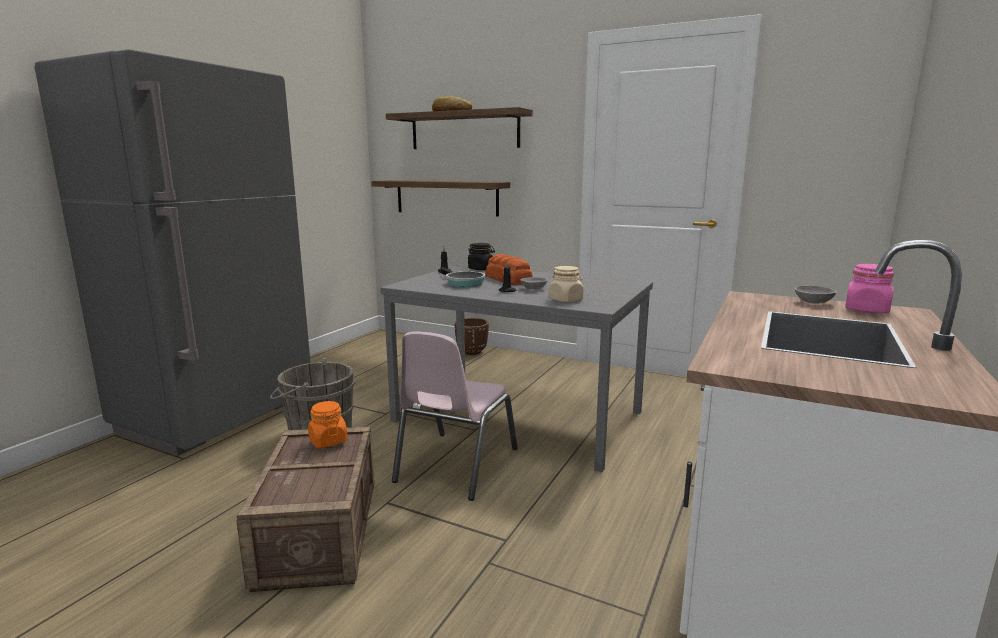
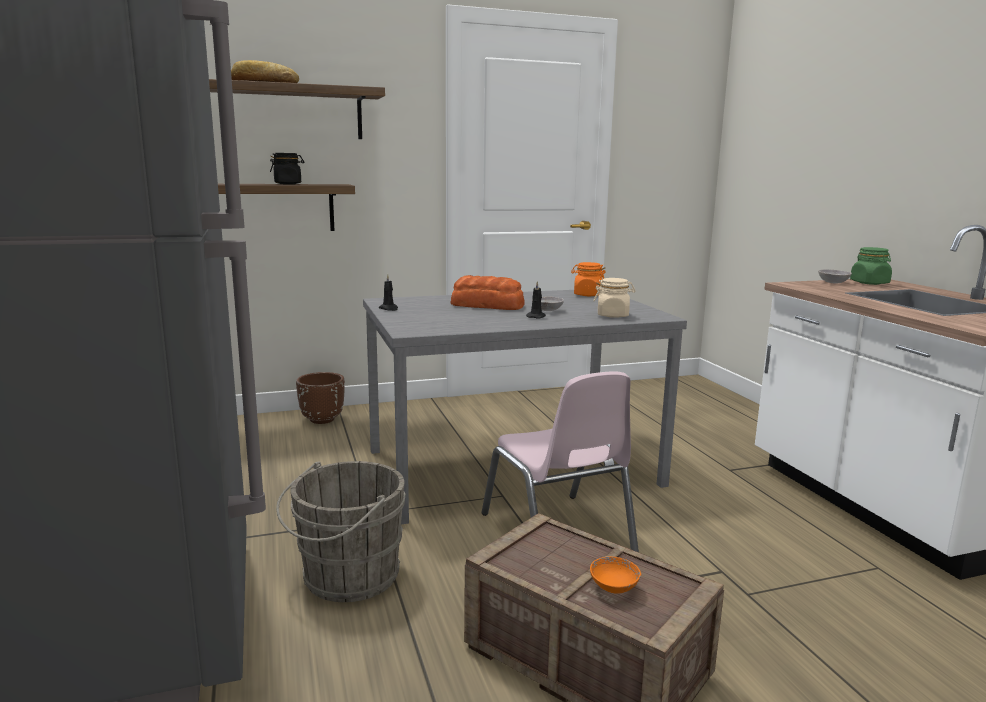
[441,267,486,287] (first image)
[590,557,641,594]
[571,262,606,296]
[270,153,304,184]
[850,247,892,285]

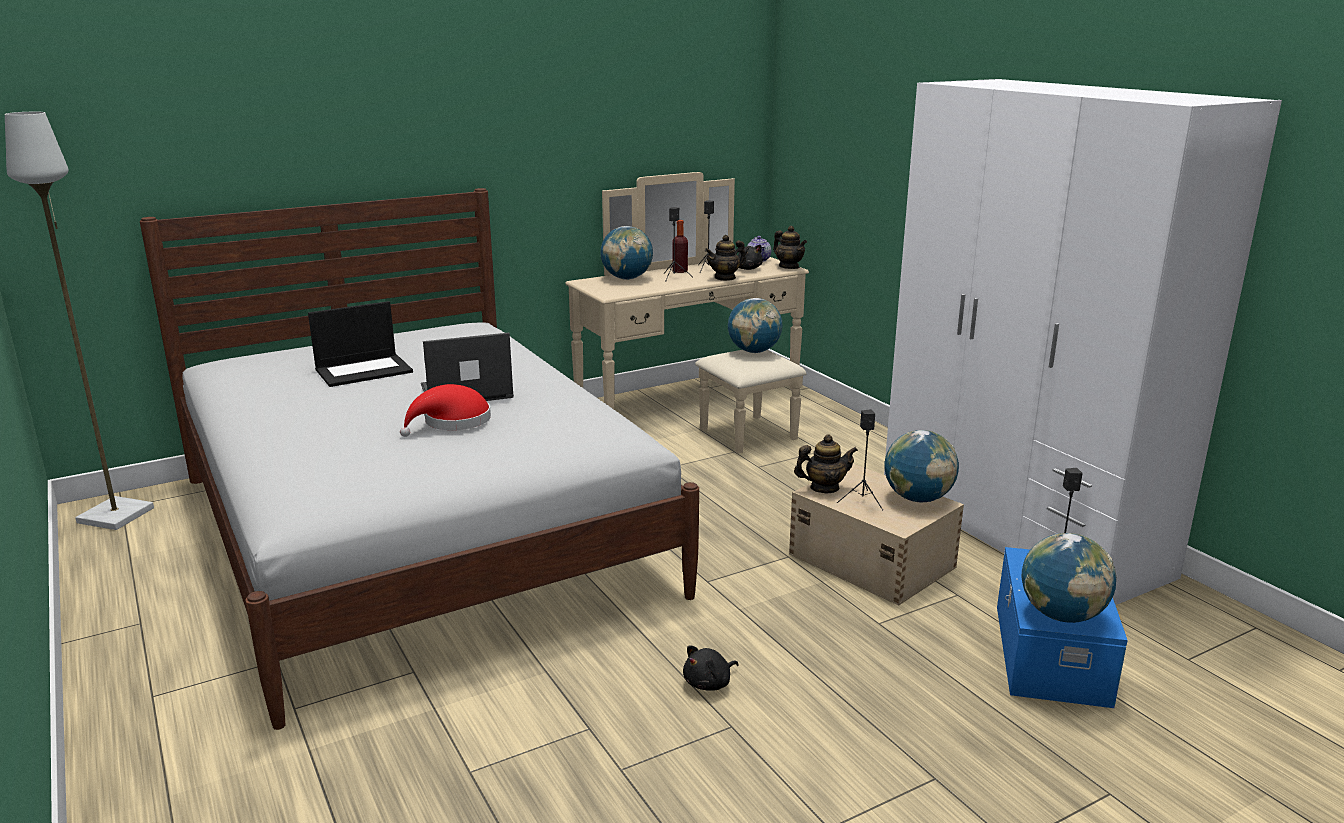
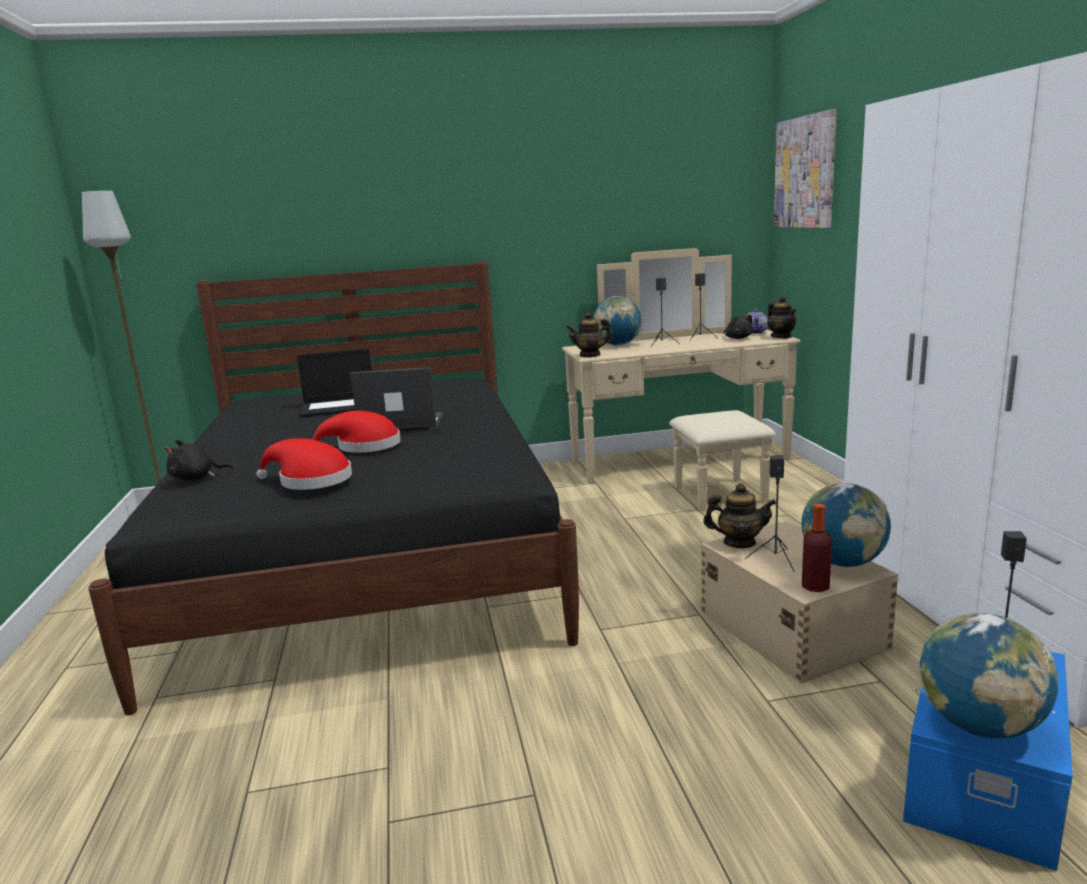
[728,298,783,353] (first image)
[256,438,352,490]
[774,109,837,228]
[802,503,832,592]
[164,440,234,481]
[566,312,613,357]
[88,261,579,715]

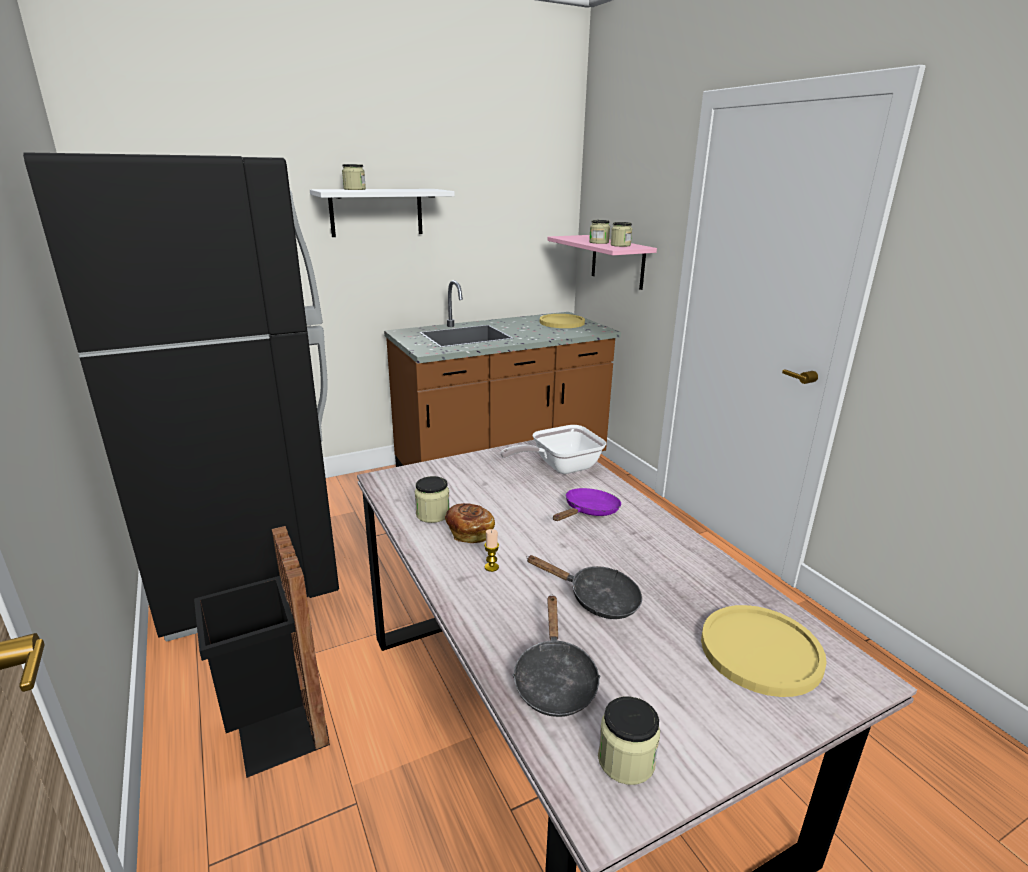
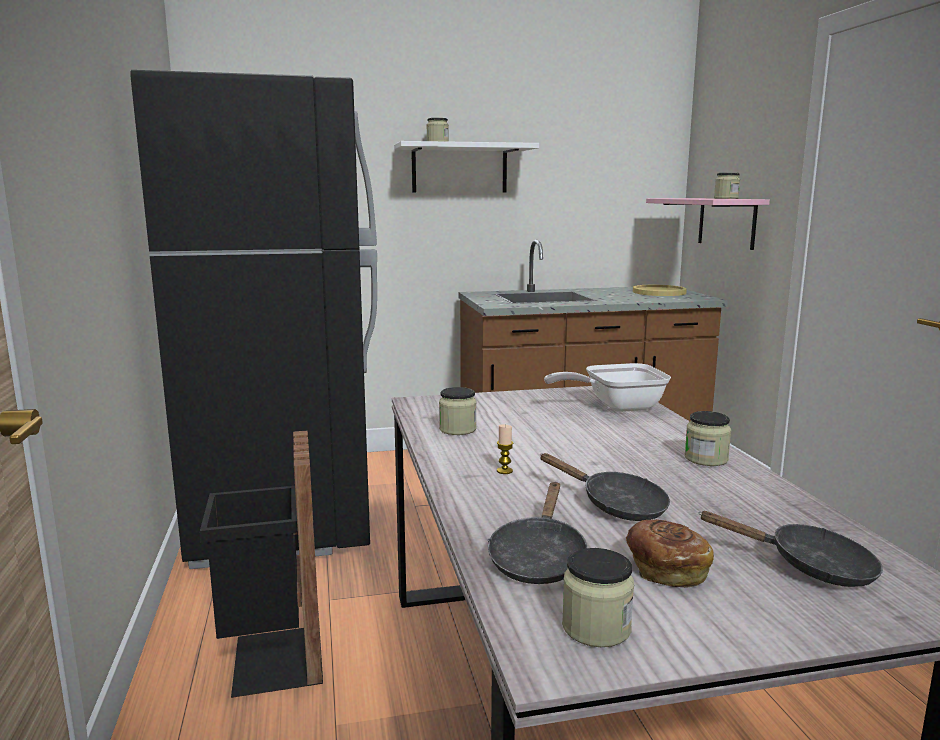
[553,488,621,521] (first image)
[626,519,714,587]
[685,411,731,466]
[698,511,883,587]

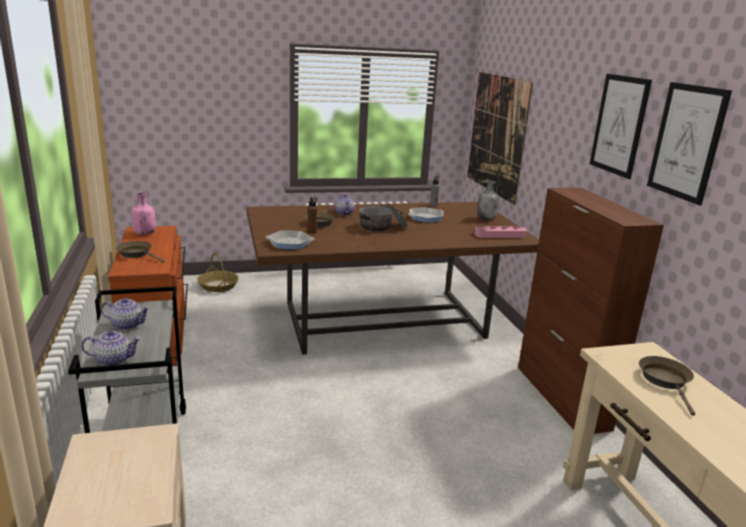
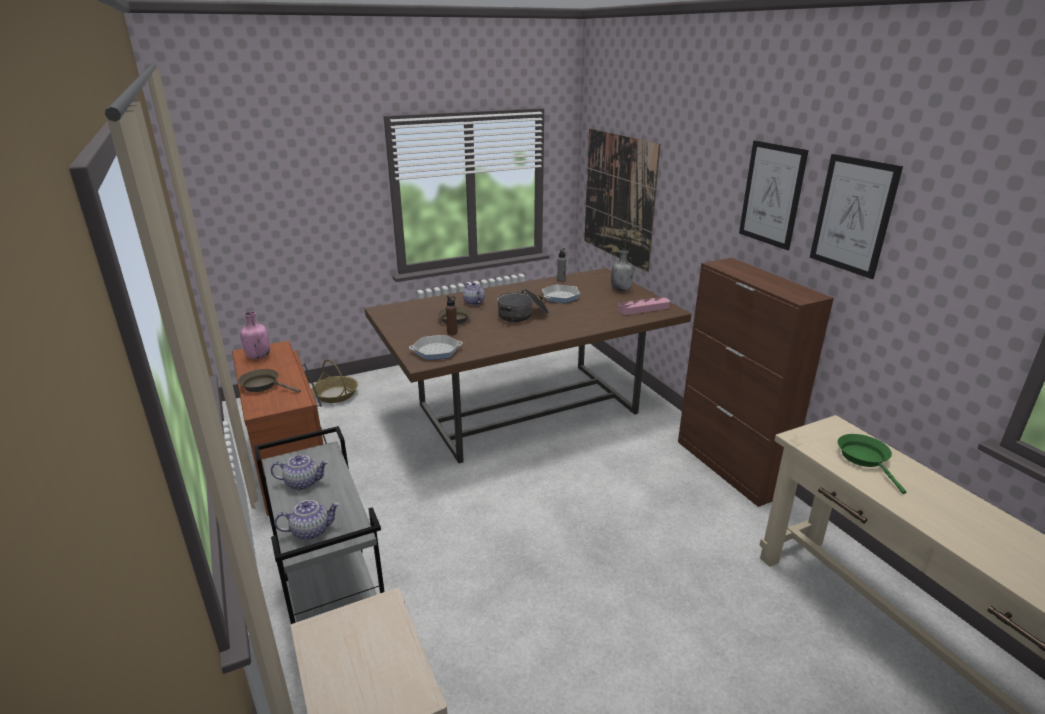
[838,434,906,494]

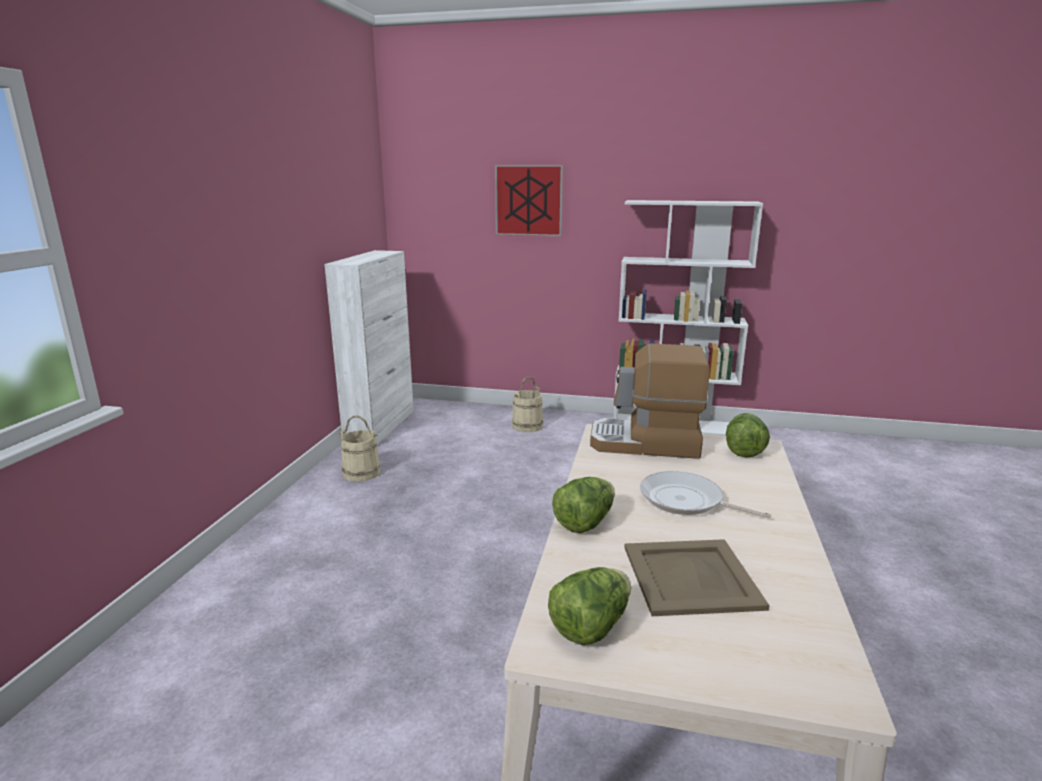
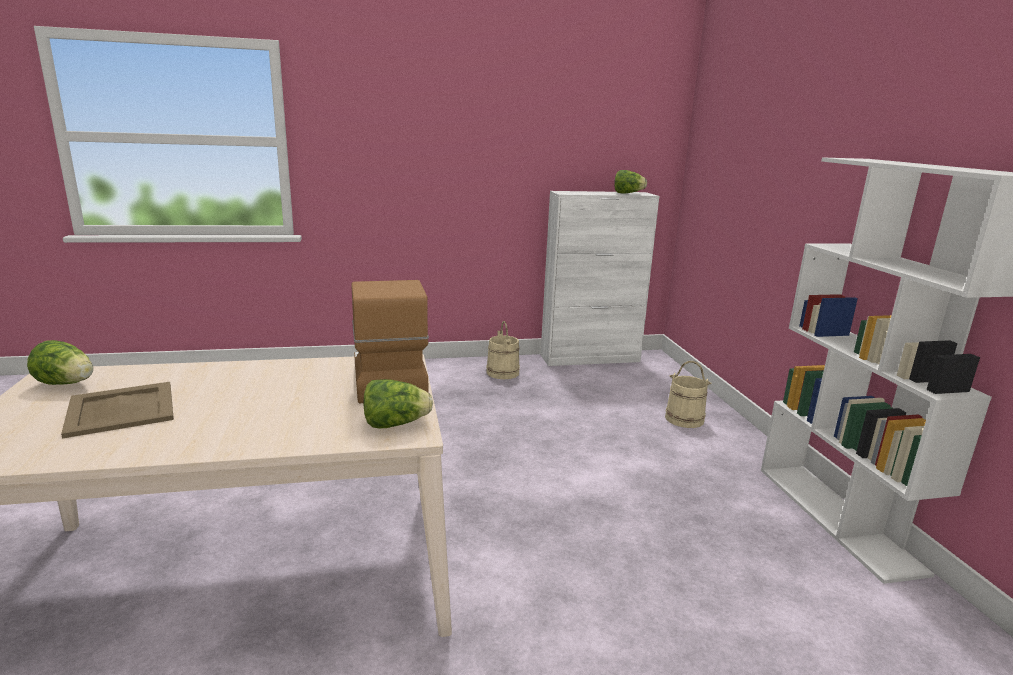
[495,165,563,236] (first image)
[640,471,771,518] (first image)
[614,170,647,194]

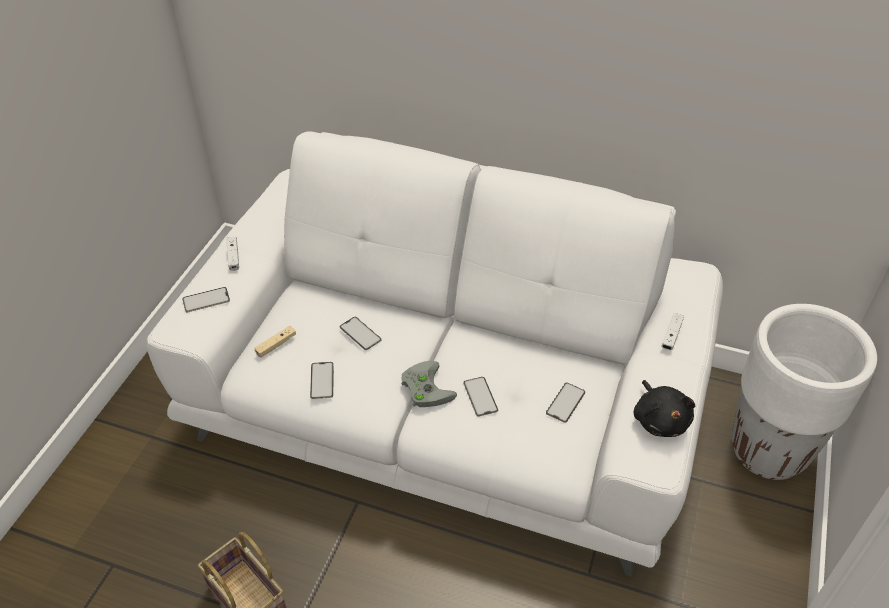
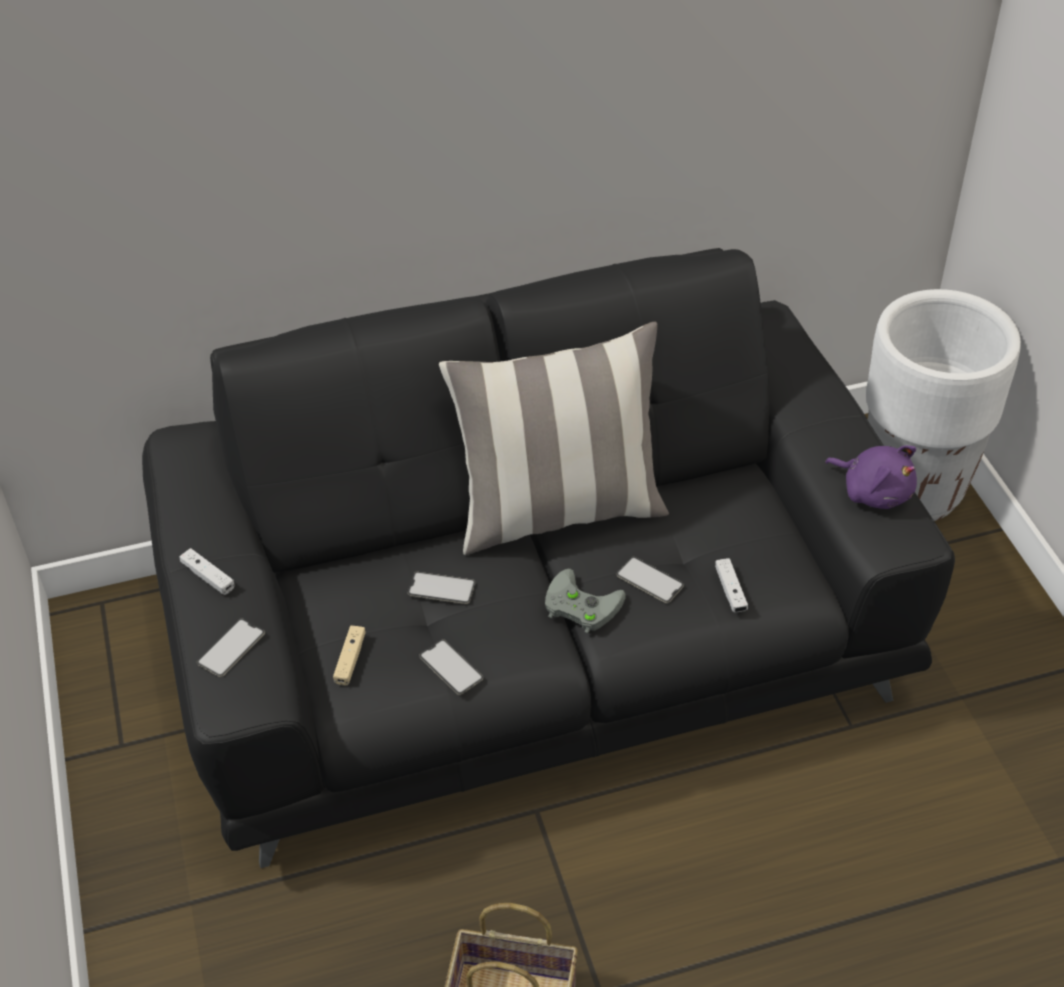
[546,383,585,423] (first image)
[439,322,669,555]
[715,558,748,612]
[142,248,955,868]
[825,445,917,509]

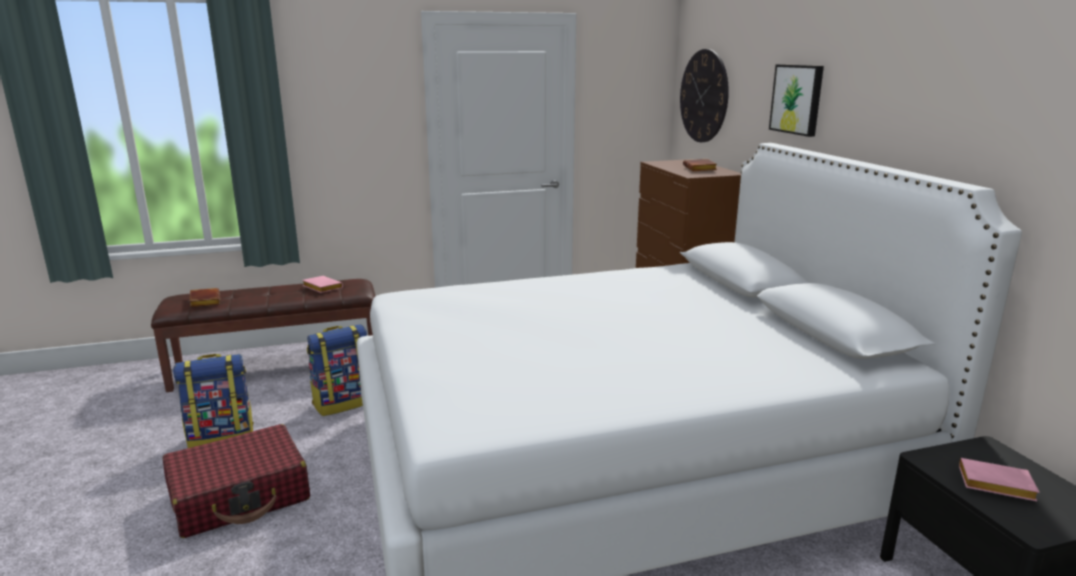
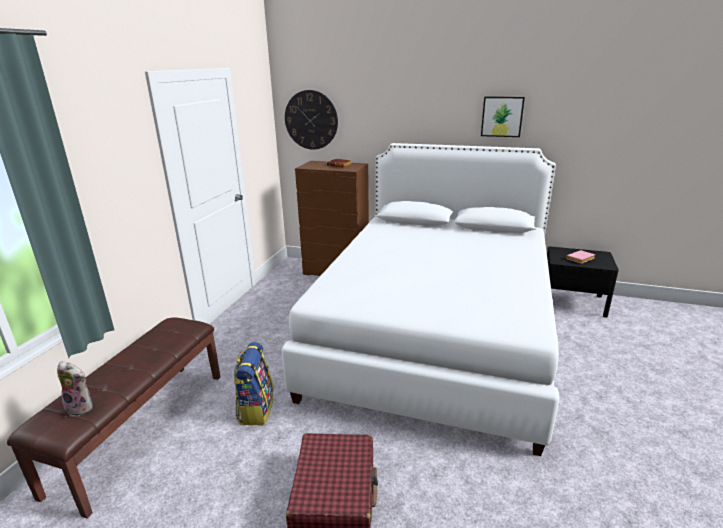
[173,354,254,448] (first image)
[302,276,343,293] (first image)
[481,96,525,137]
[57,361,92,416]

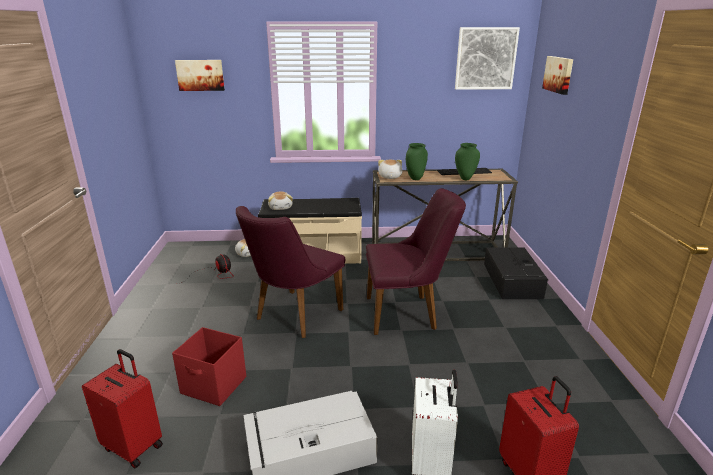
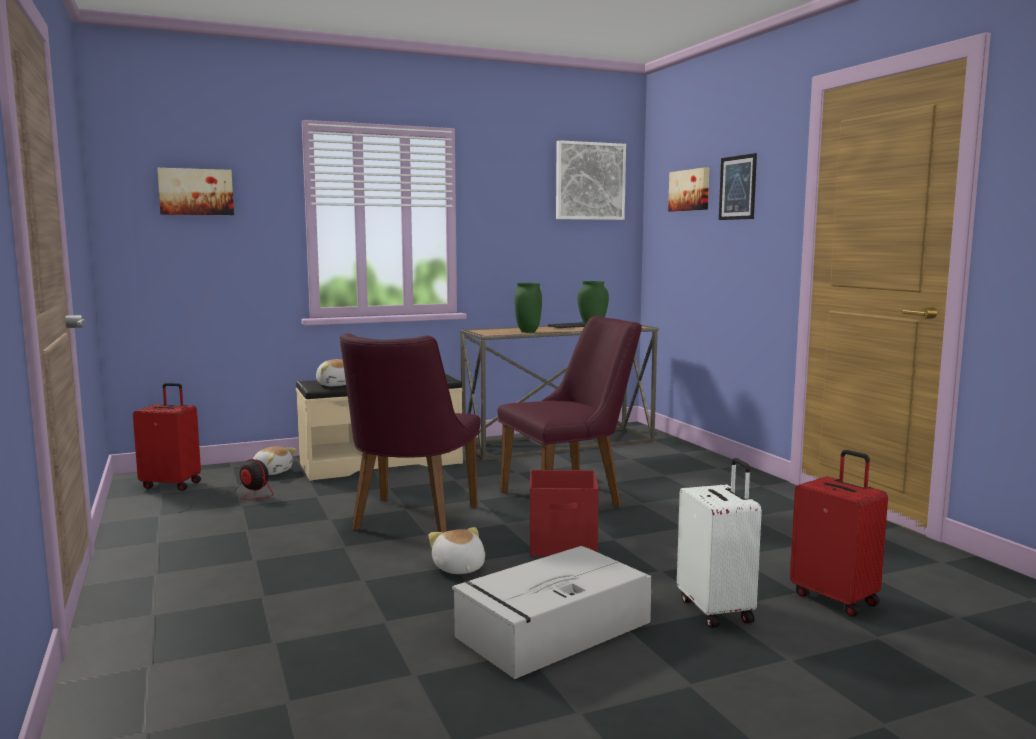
[484,247,548,299] (first image)
[719,153,757,220]
[133,383,201,491]
[530,470,599,557]
[428,527,485,574]

